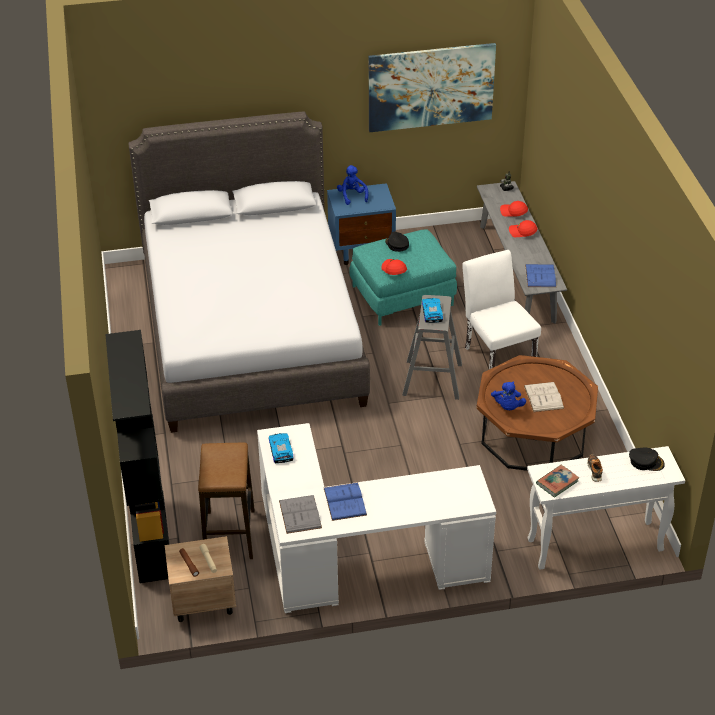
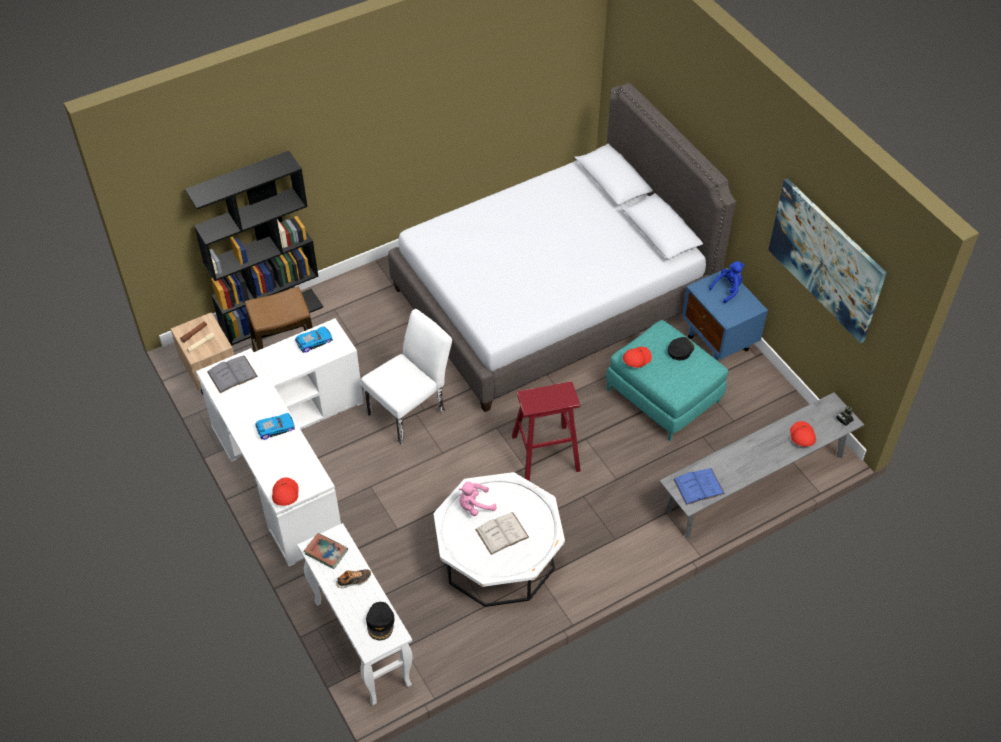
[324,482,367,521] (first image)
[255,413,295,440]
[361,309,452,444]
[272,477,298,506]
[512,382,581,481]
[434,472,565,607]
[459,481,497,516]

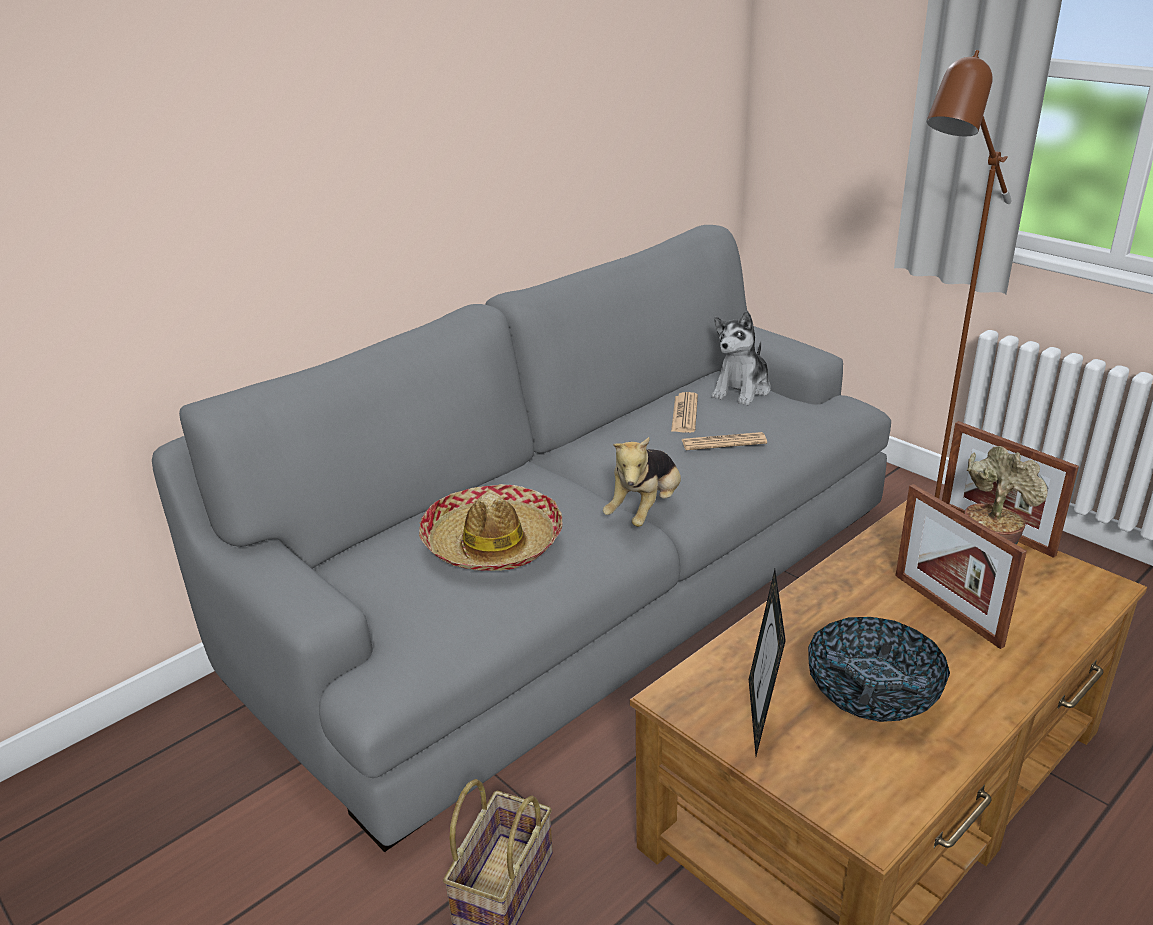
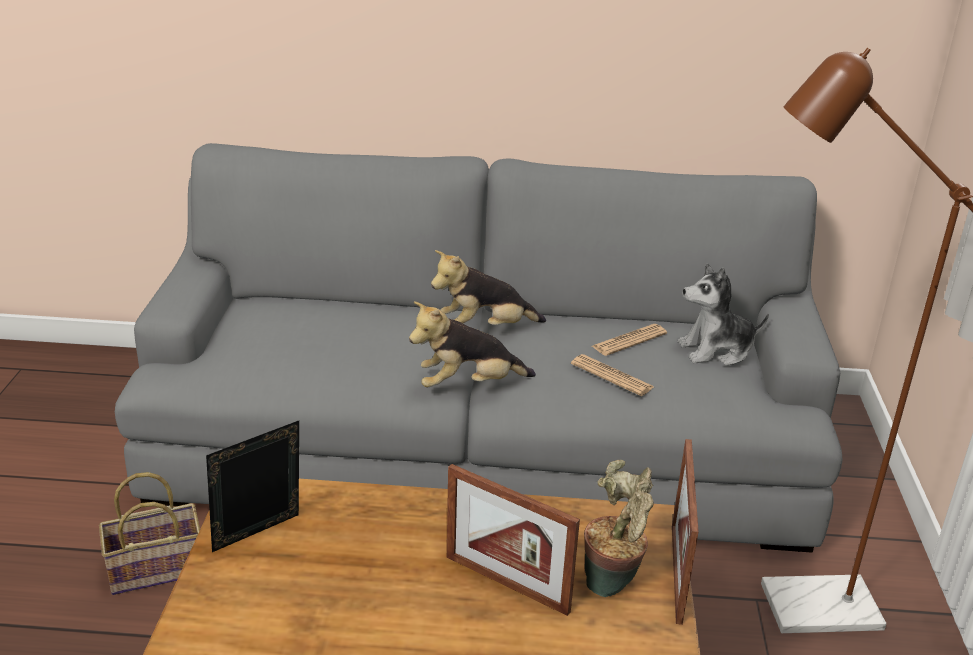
[419,484,563,571] (first image)
[808,617,950,722] (first image)
[431,250,546,325]
[447,464,580,616]

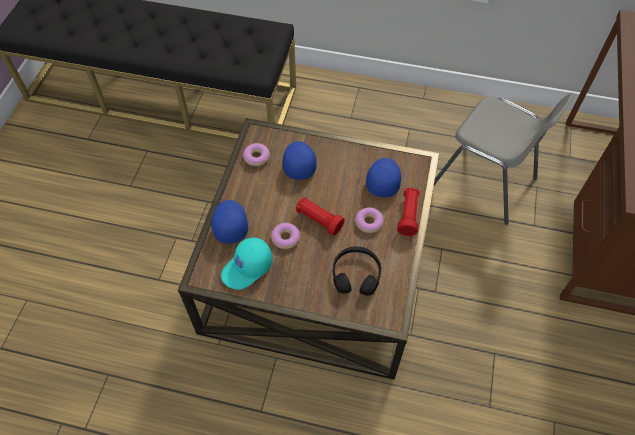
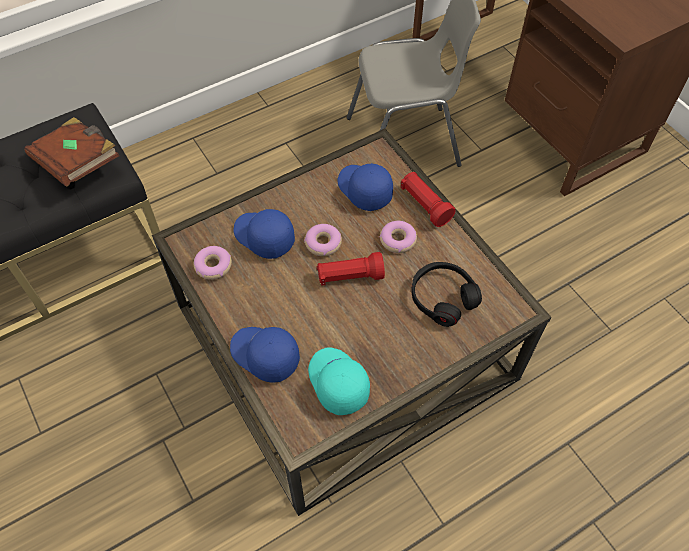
[24,117,119,186]
[304,224,342,256]
[308,347,370,415]

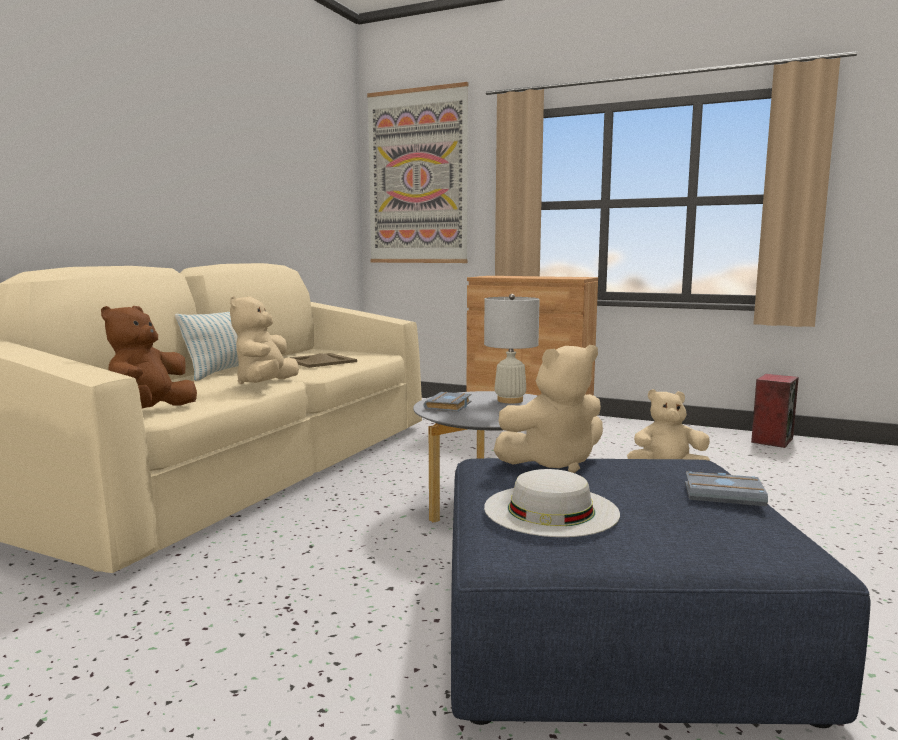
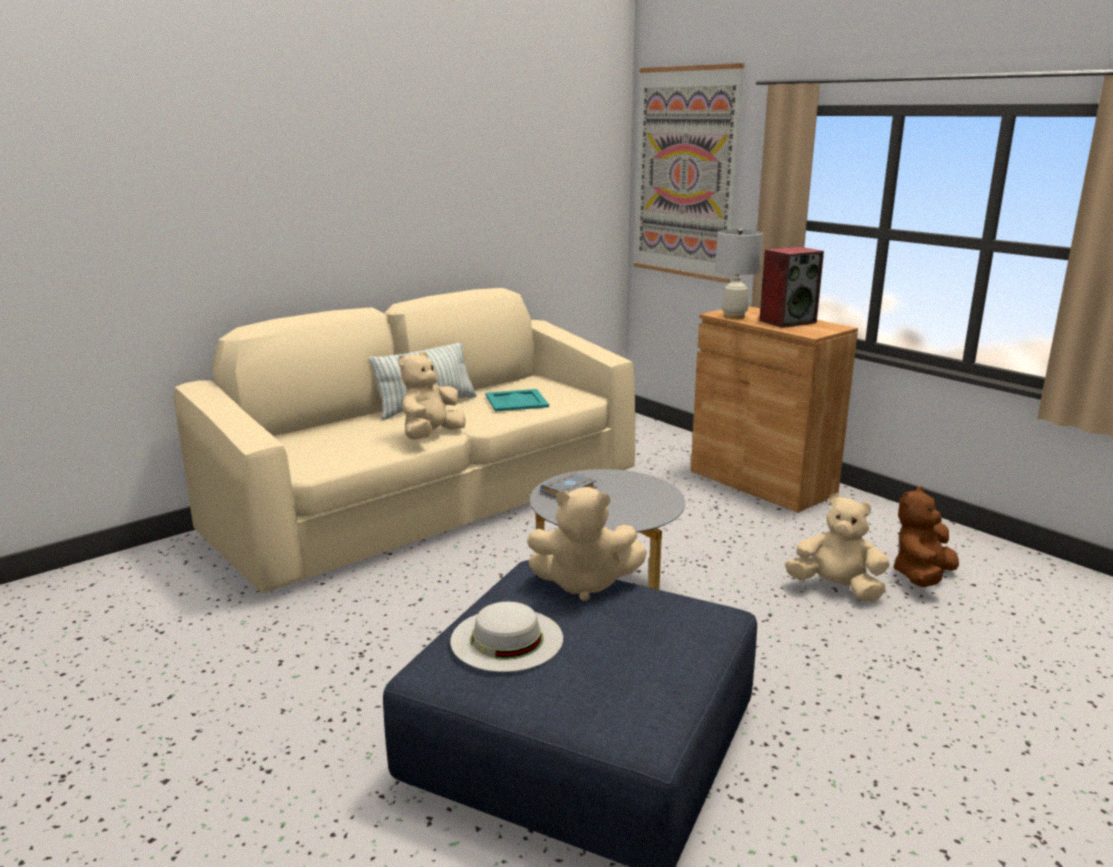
[685,471,768,506] (first image)
[893,486,959,587]
[715,228,763,319]
[759,247,824,328]
[485,389,549,412]

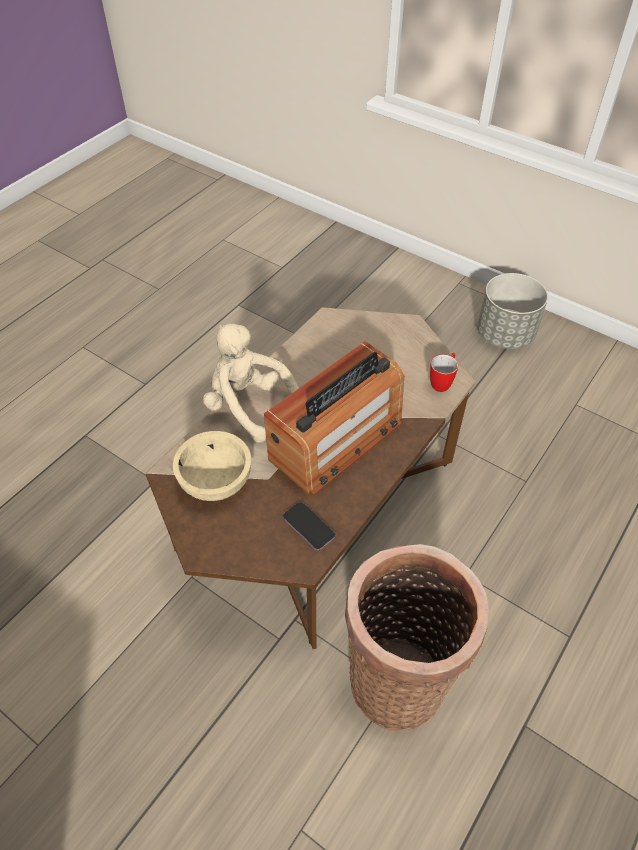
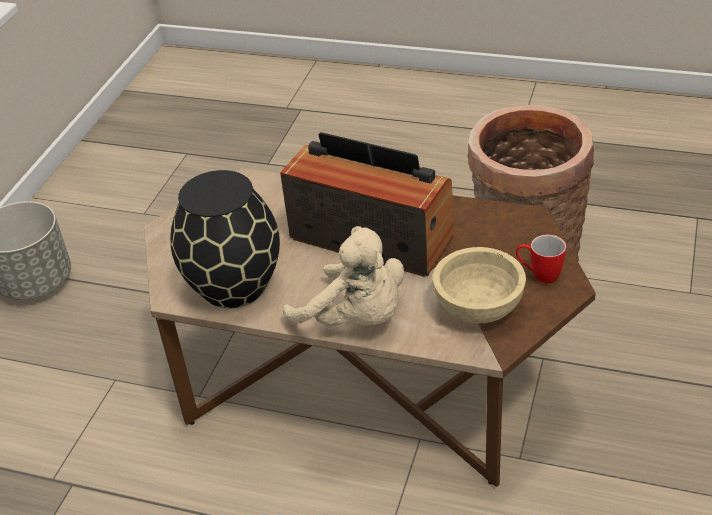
[283,502,335,551] (first image)
[170,170,280,308]
[516,235,566,283]
[283,226,404,326]

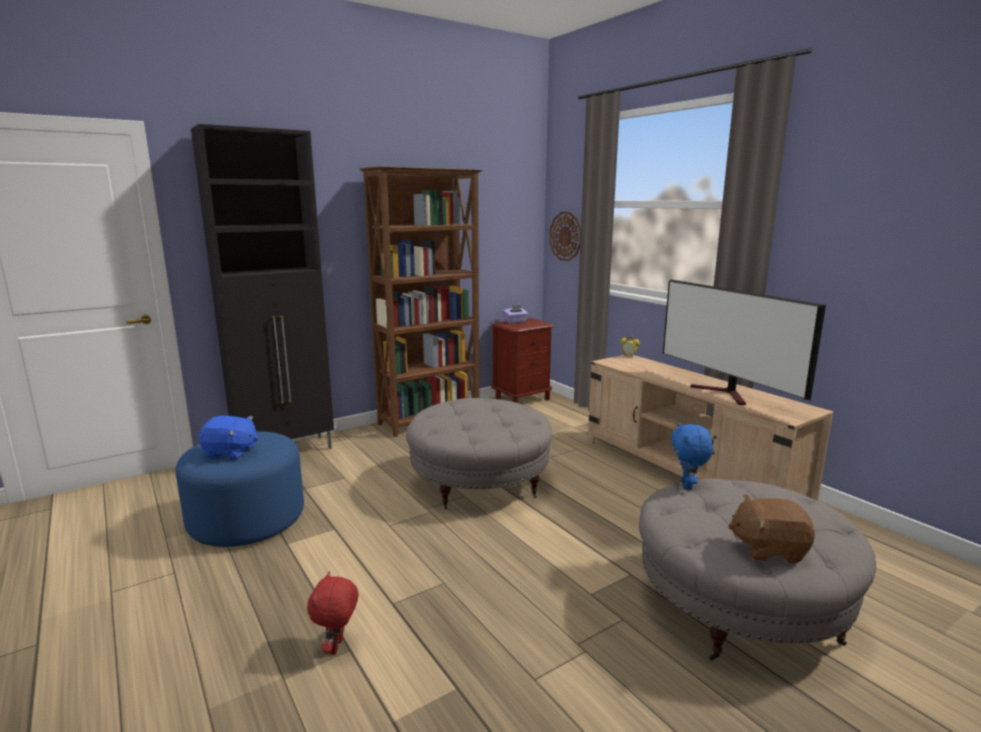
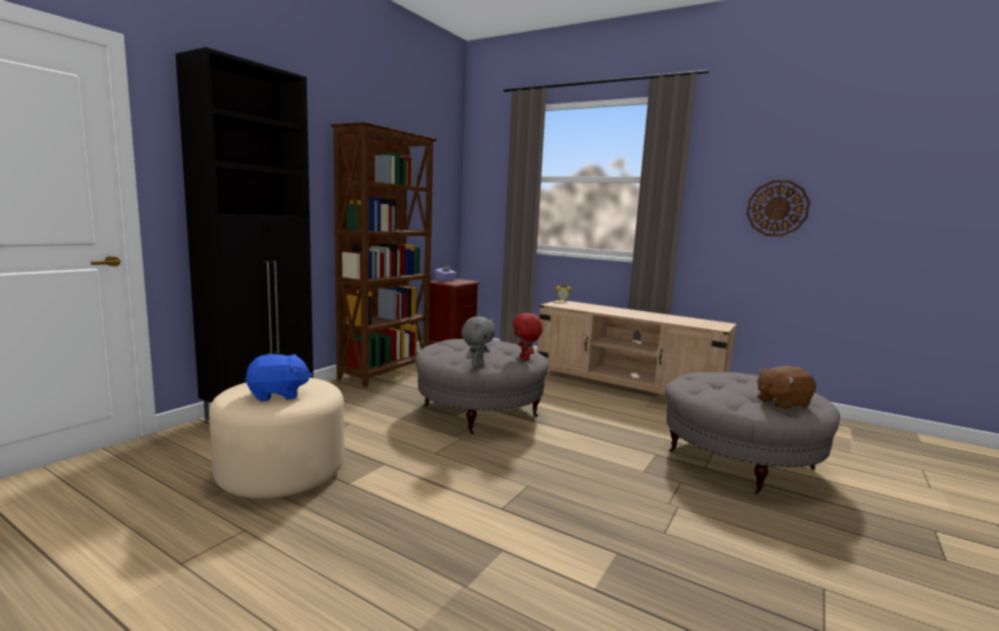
[663,279,826,405] (first image)
[671,422,713,490] (first image)
[462,316,495,367]
[512,313,543,361]
[746,180,810,237]
[209,378,344,499]

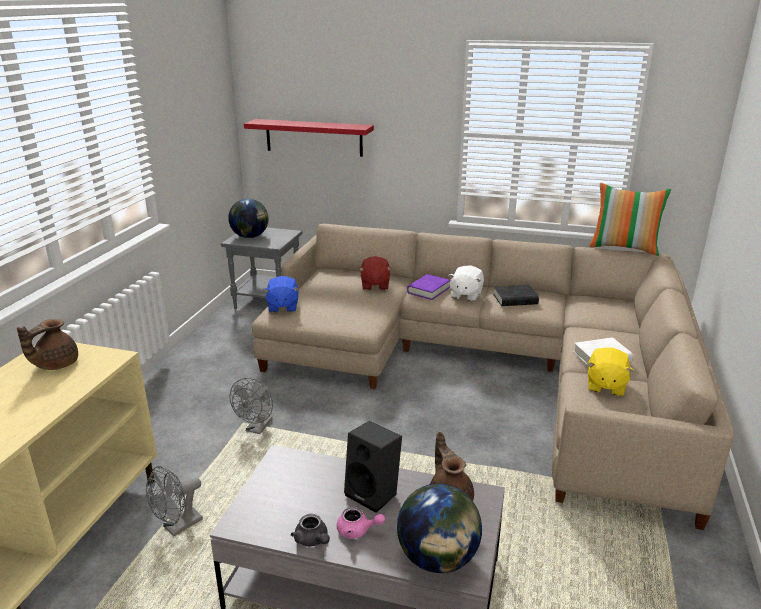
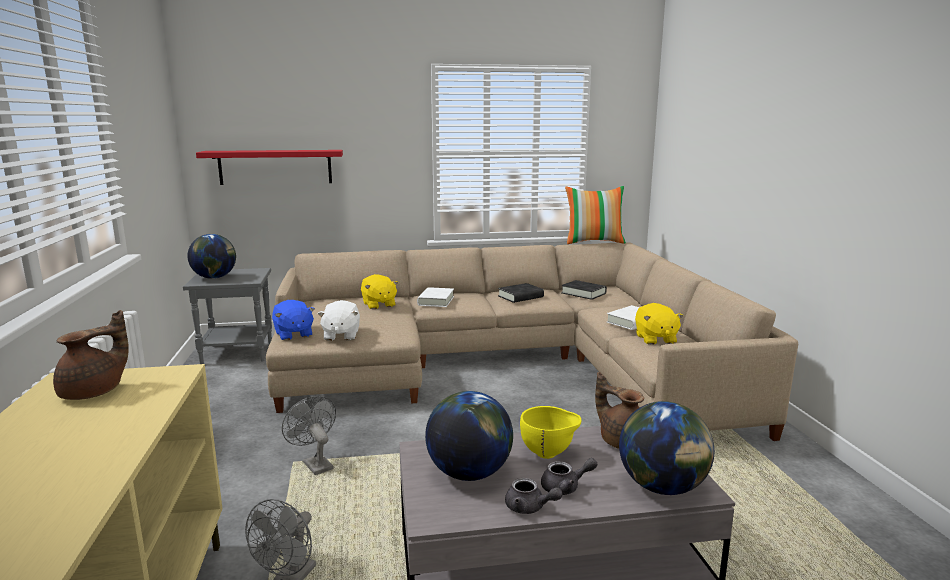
[425,391,513,481]
[561,280,607,300]
[318,300,360,341]
[520,406,581,459]
[541,458,597,495]
[361,274,398,309]
[417,287,454,307]
[53,310,129,400]
[282,396,336,475]

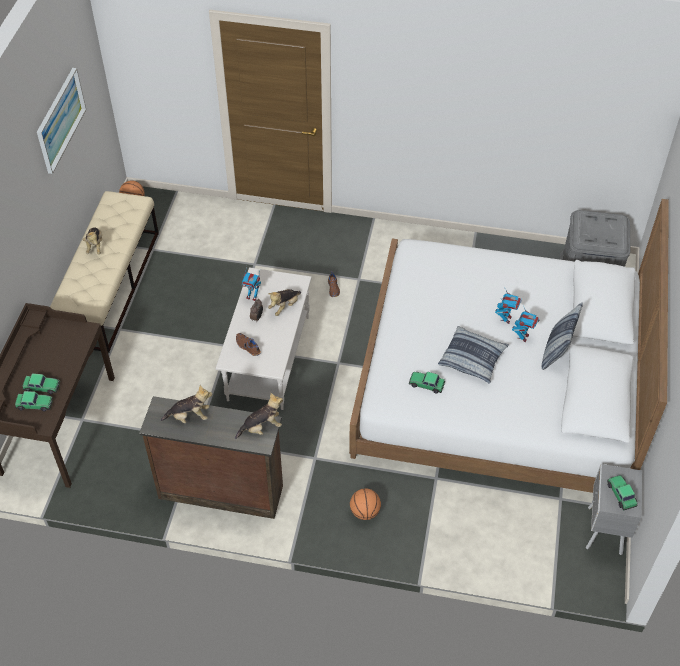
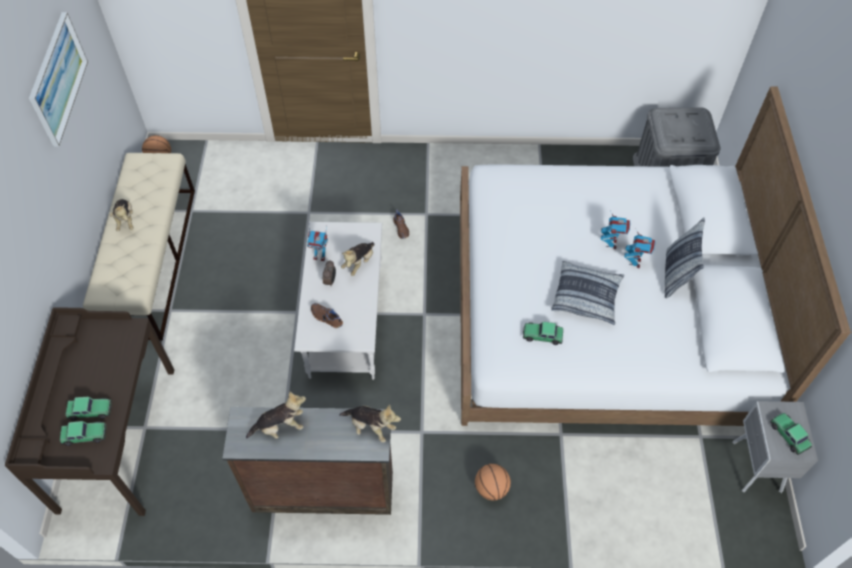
[339,404,401,443]

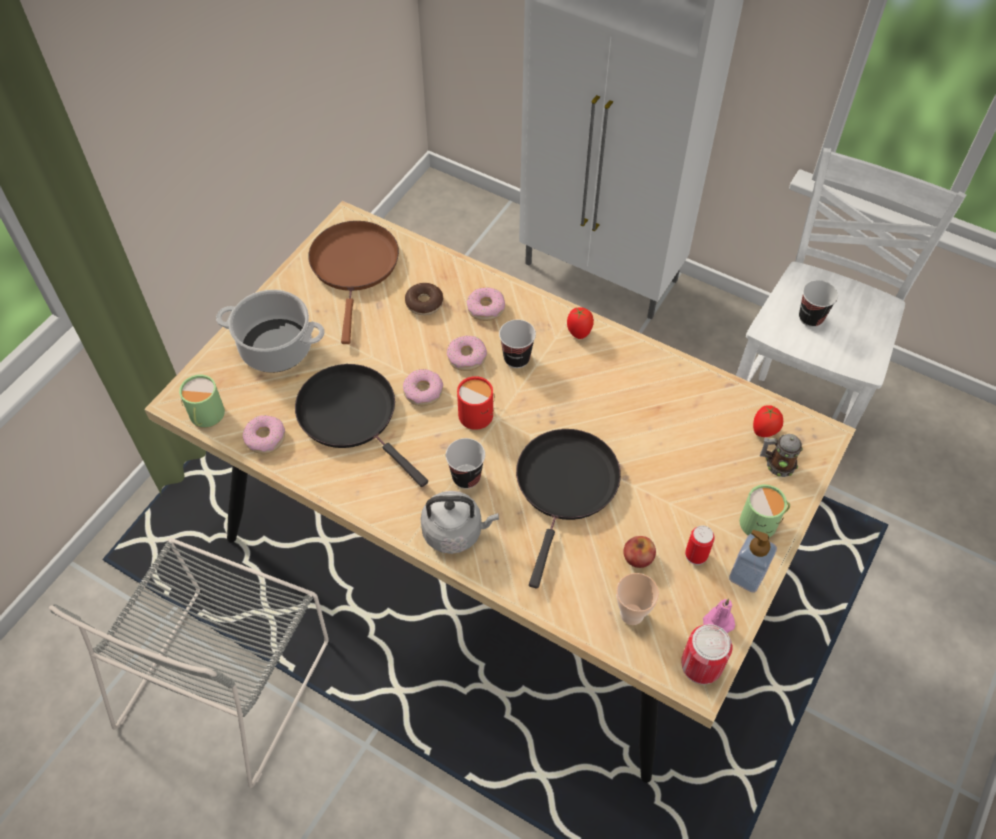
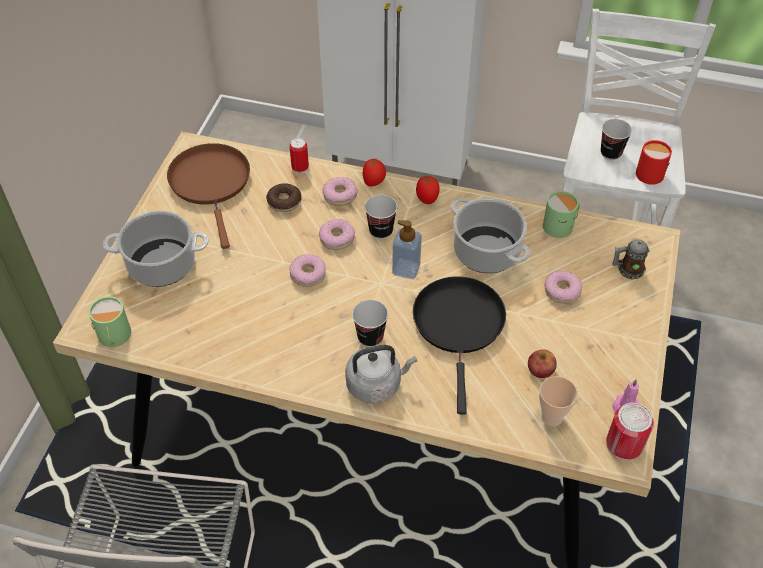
[295,364,428,487] (first image)
[451,198,530,273]
[544,271,582,304]
[636,140,672,185]
[289,138,309,174]
[392,220,422,279]
[543,191,580,238]
[363,159,386,186]

